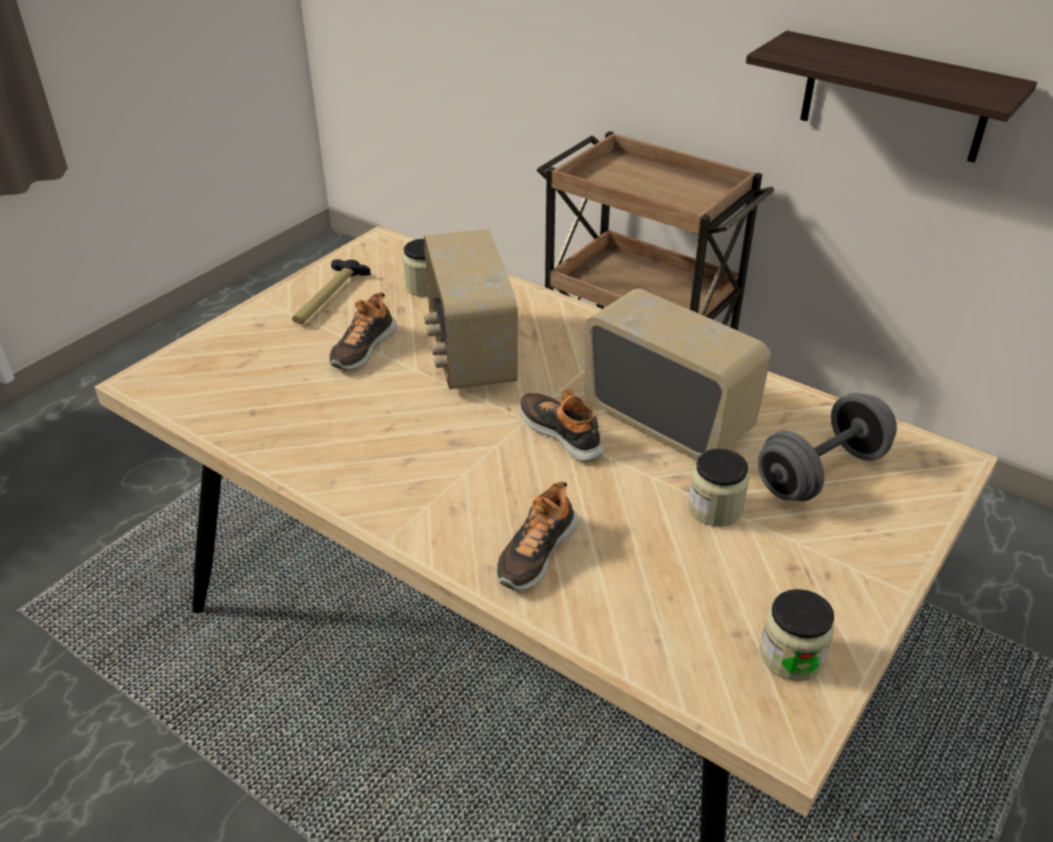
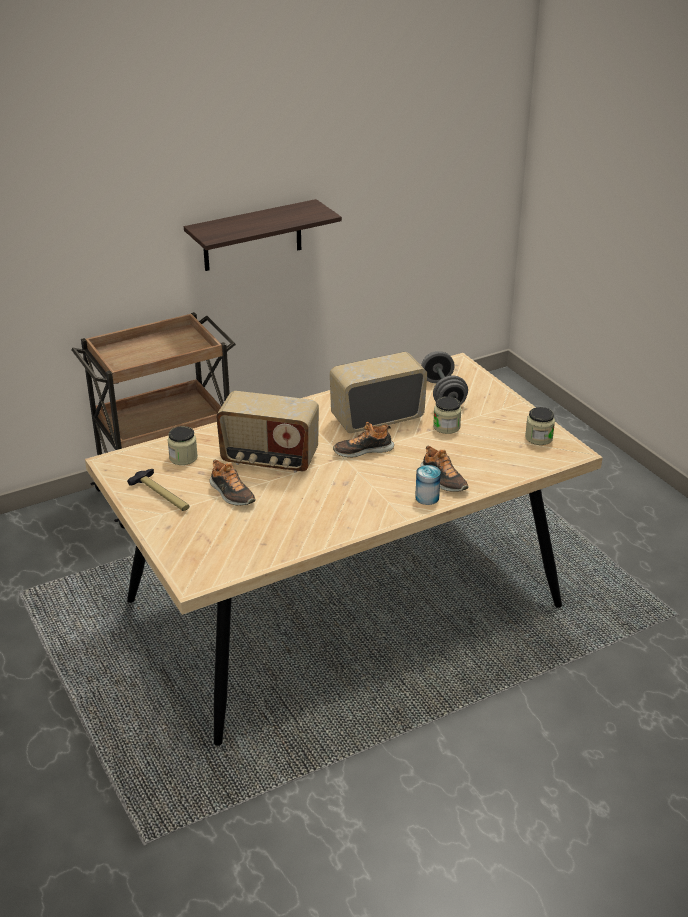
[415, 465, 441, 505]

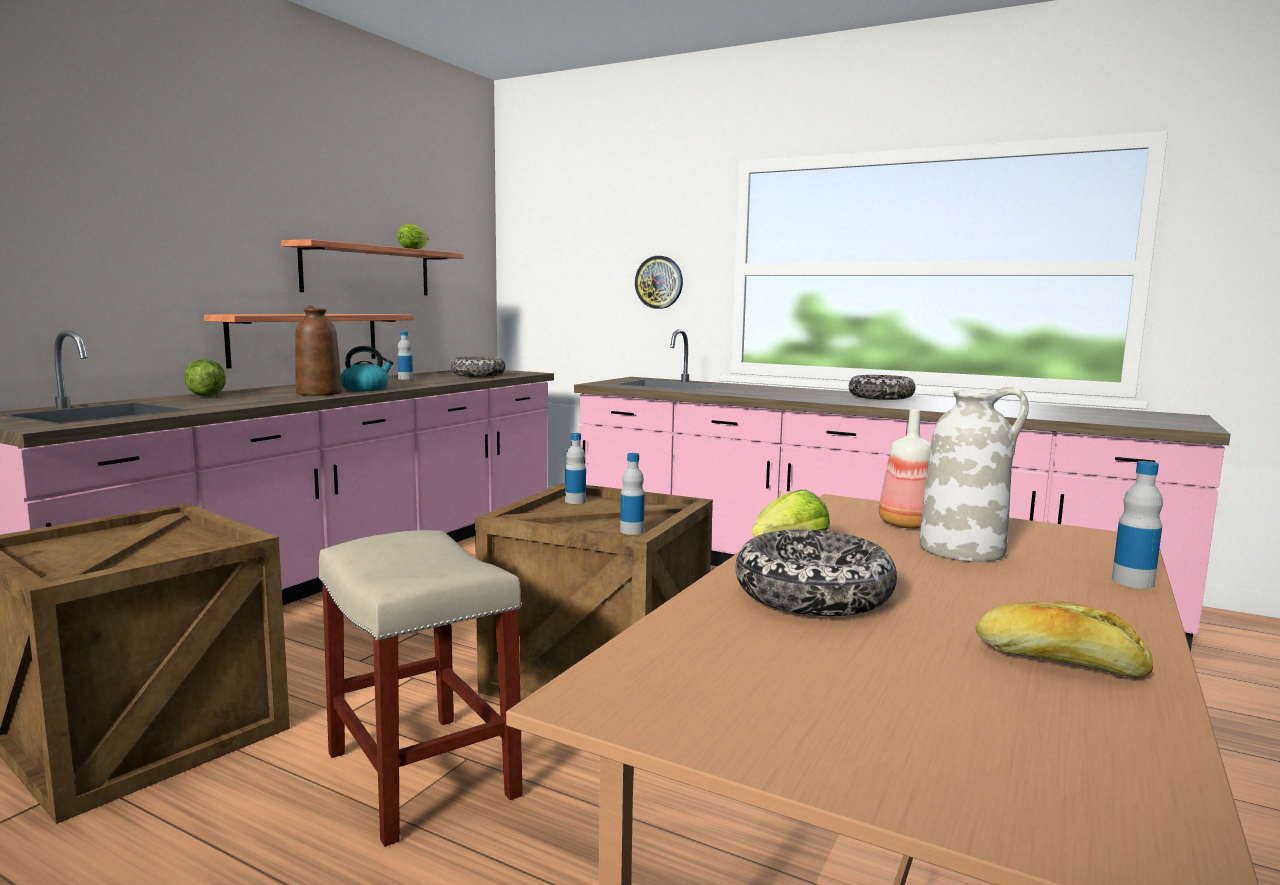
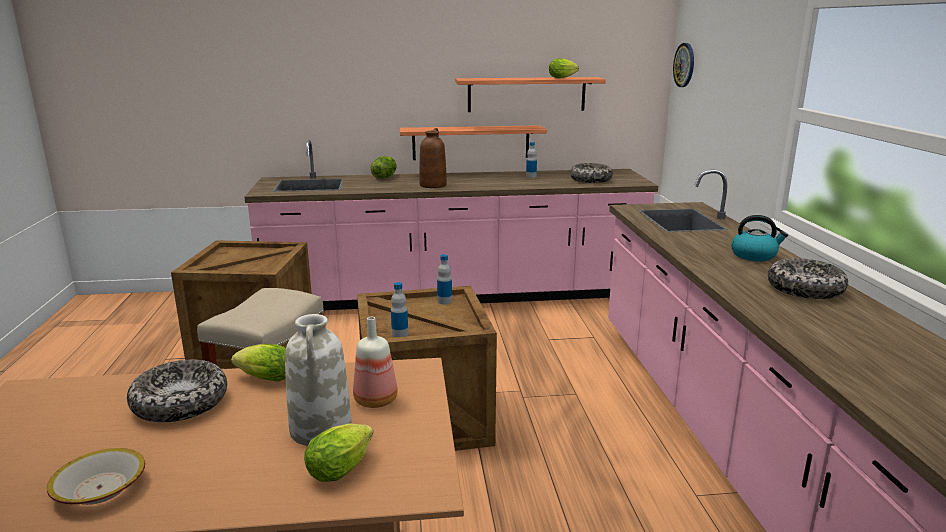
[1112, 461, 1163, 589] (first image)
[304, 423, 373, 482]
[731, 215, 788, 261]
[673, 43, 694, 87]
[47, 448, 145, 505]

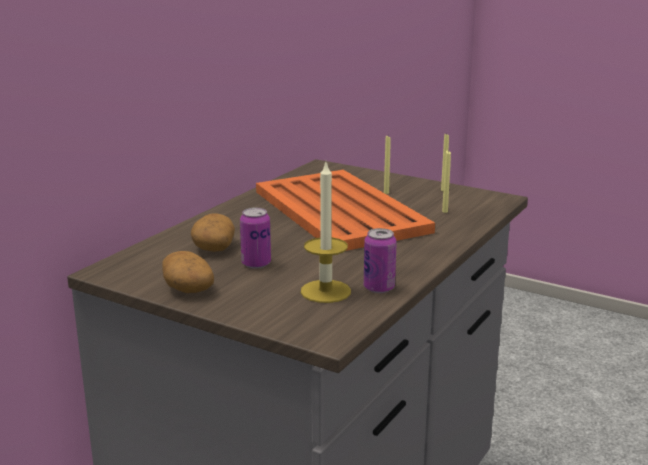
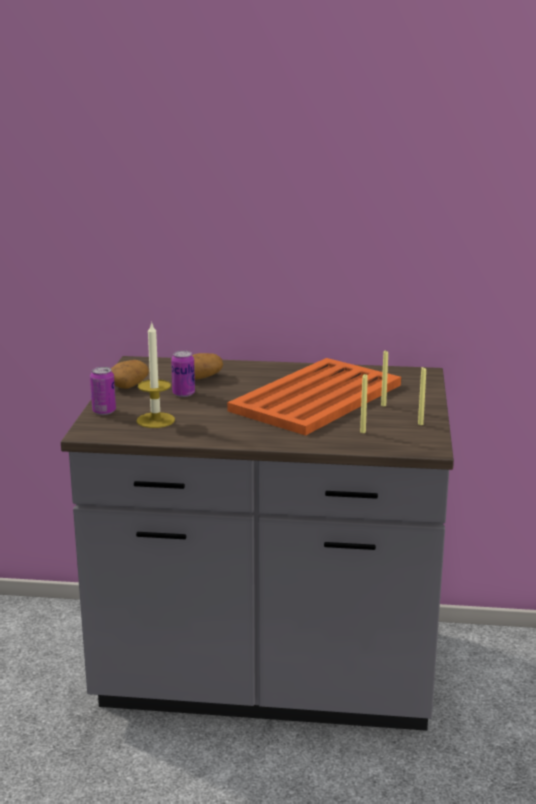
[90, 367, 116, 415]

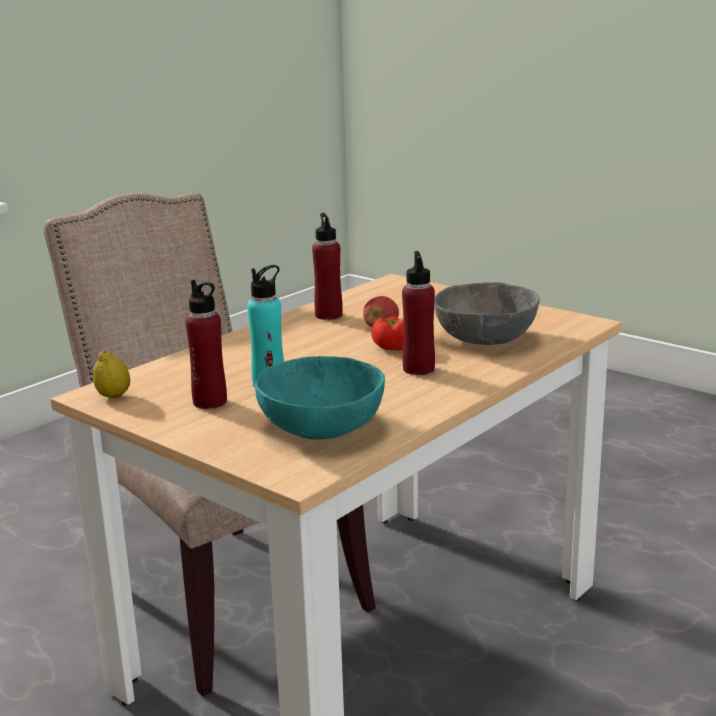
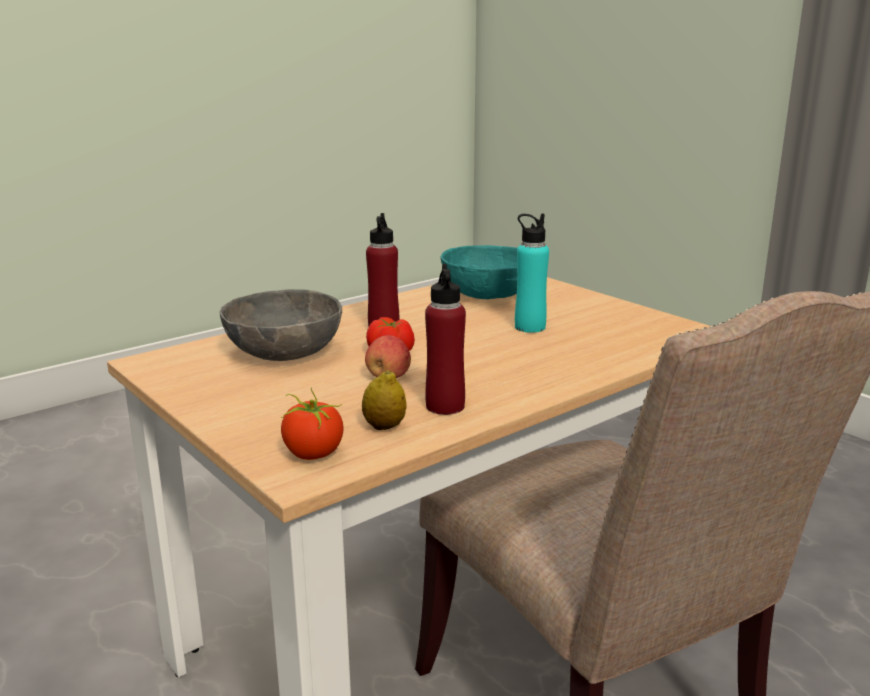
[185, 280, 227, 409] (first image)
[281, 387, 343, 460]
[362, 370, 407, 430]

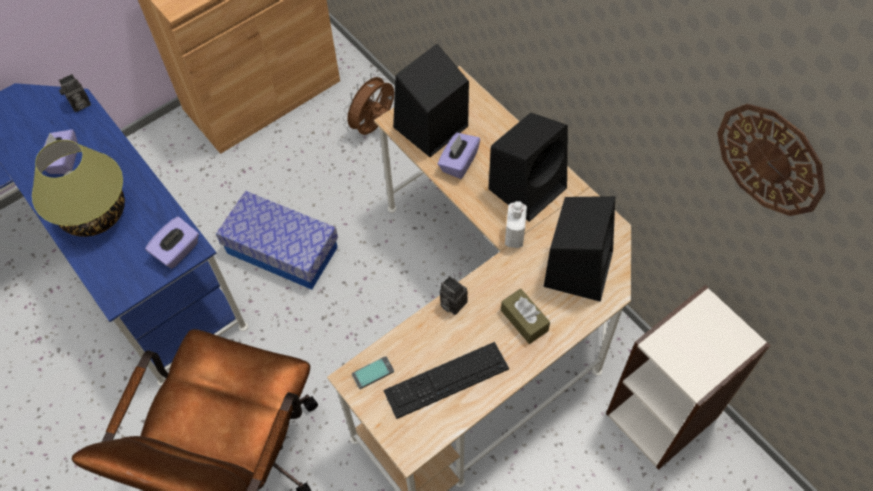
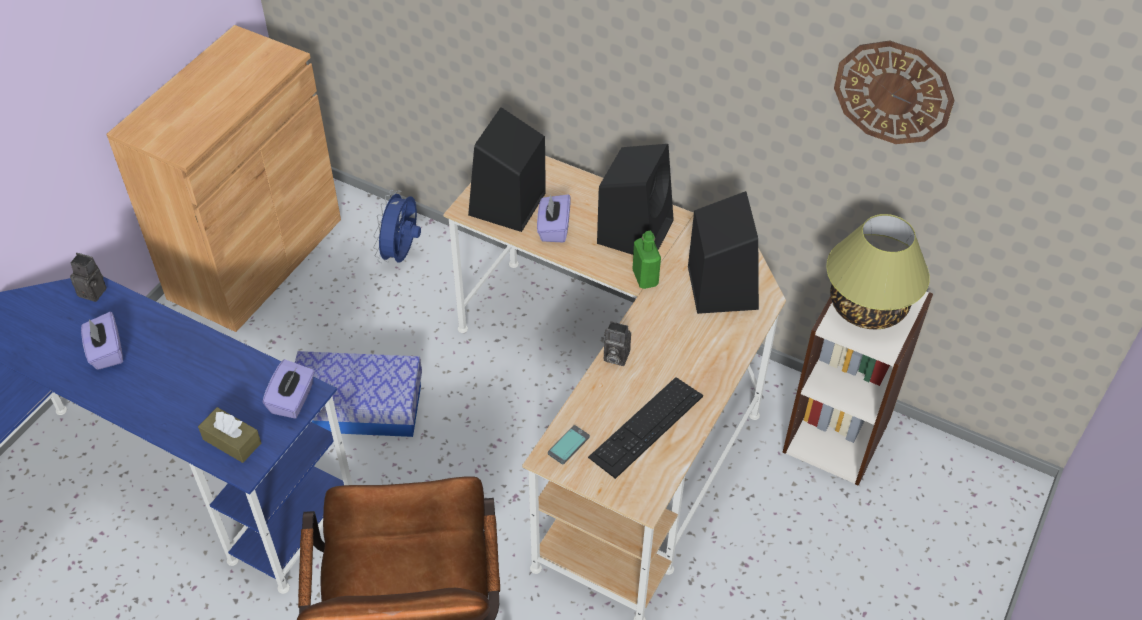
[826, 214, 930, 330]
[198, 407, 261, 463]
[373, 190, 421, 263]
[632, 231, 661, 289]
[70, 253, 107, 302]

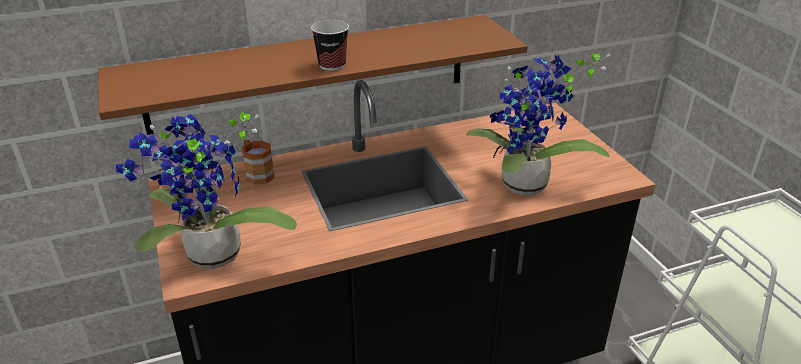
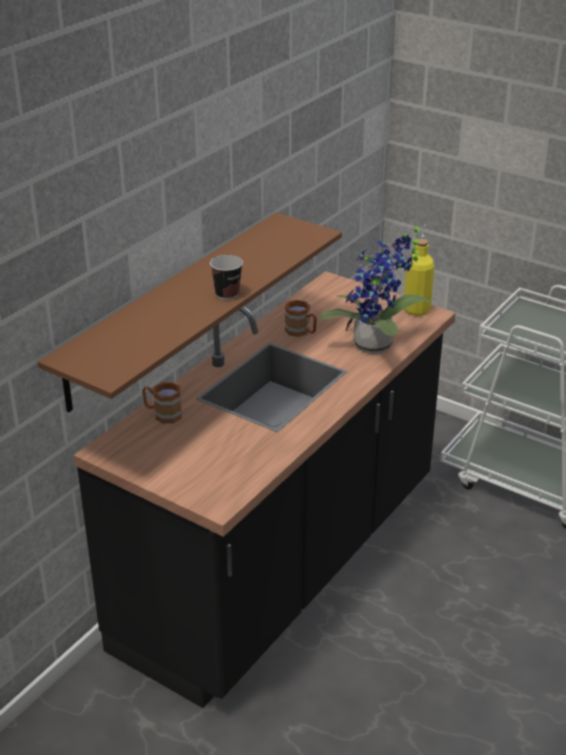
[116, 112, 297, 269] (first image)
[285, 300, 317, 337]
[404, 239, 434, 316]

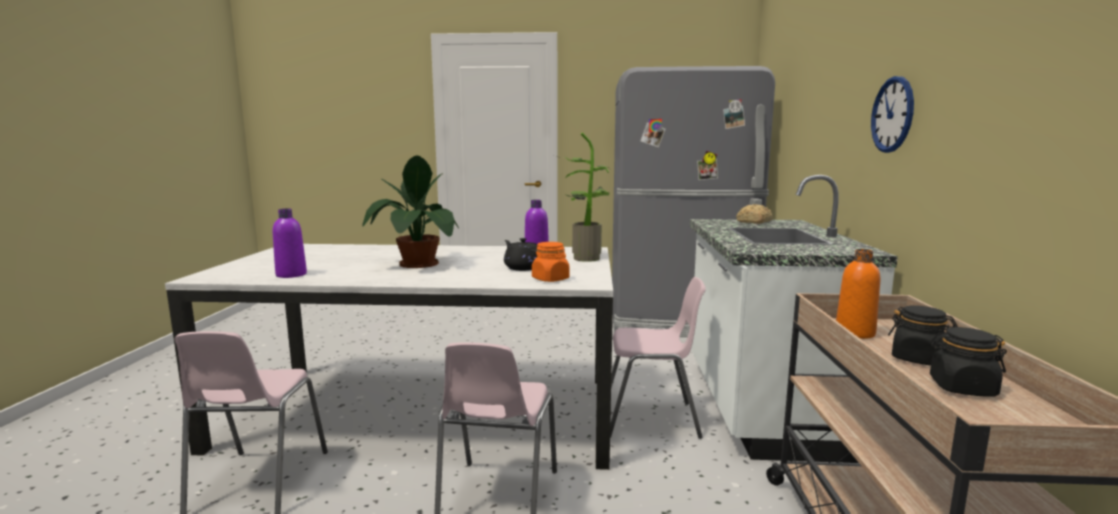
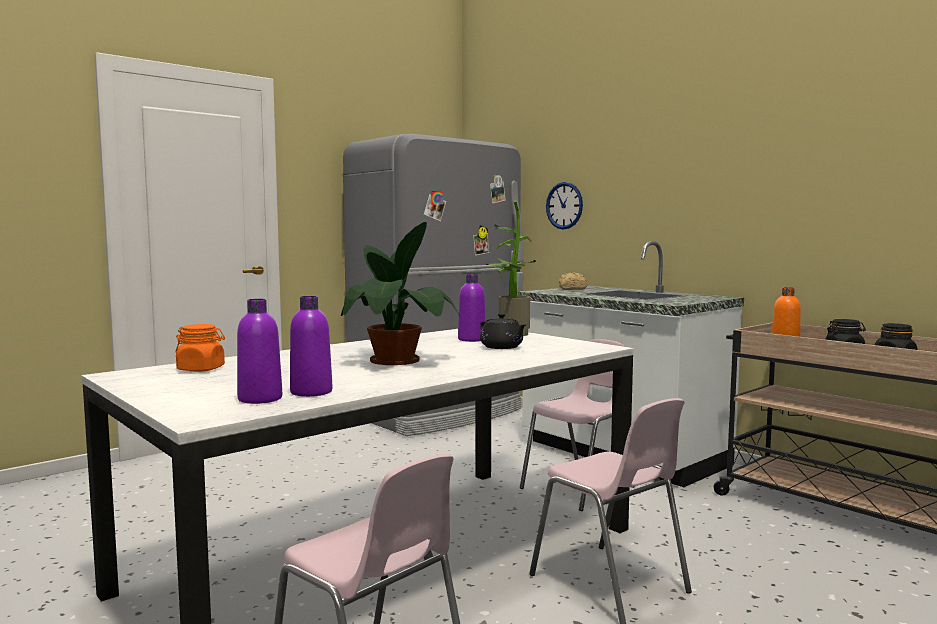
[237, 299, 282, 404]
[175, 324, 225, 372]
[546, 182, 583, 229]
[480, 314, 526, 349]

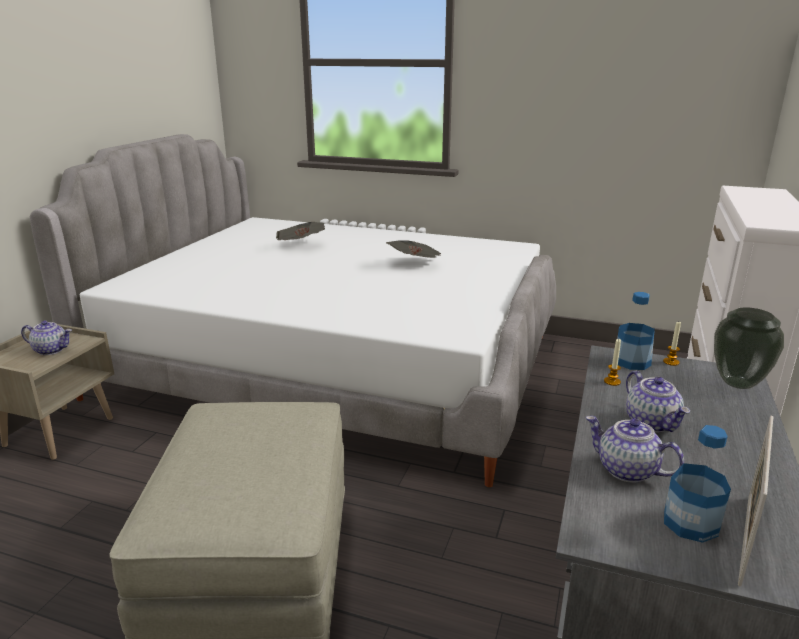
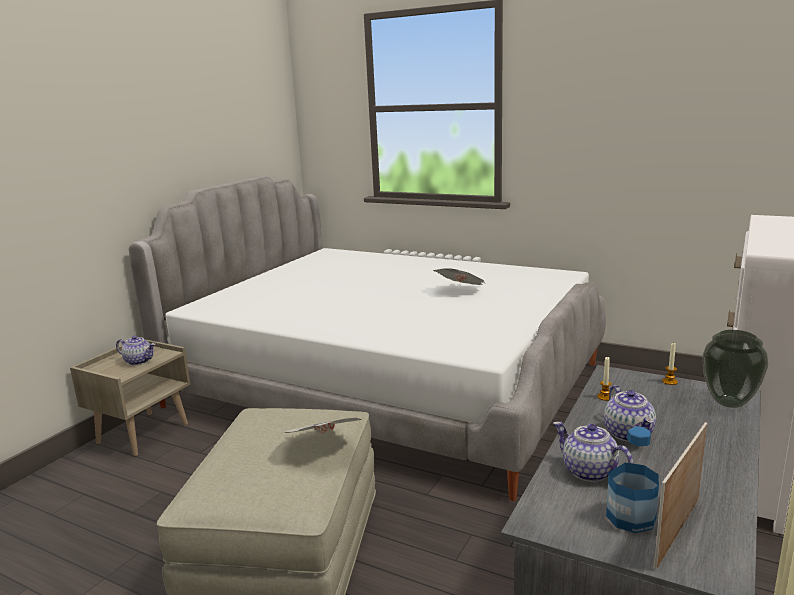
[617, 292, 655, 370] (first image)
[282, 418, 362, 434]

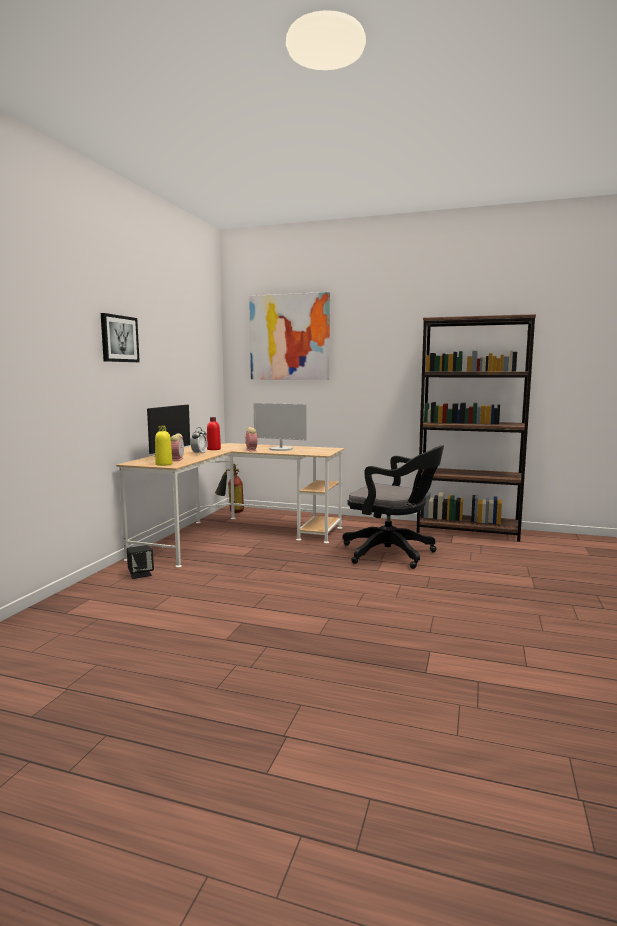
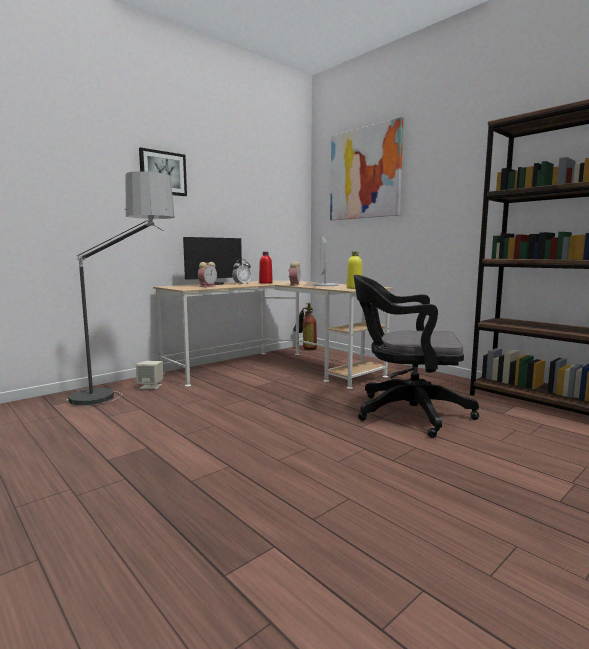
[66, 171, 175, 407]
[347, 251, 362, 289]
[136, 361, 163, 389]
[313, 236, 338, 286]
[354, 275, 479, 438]

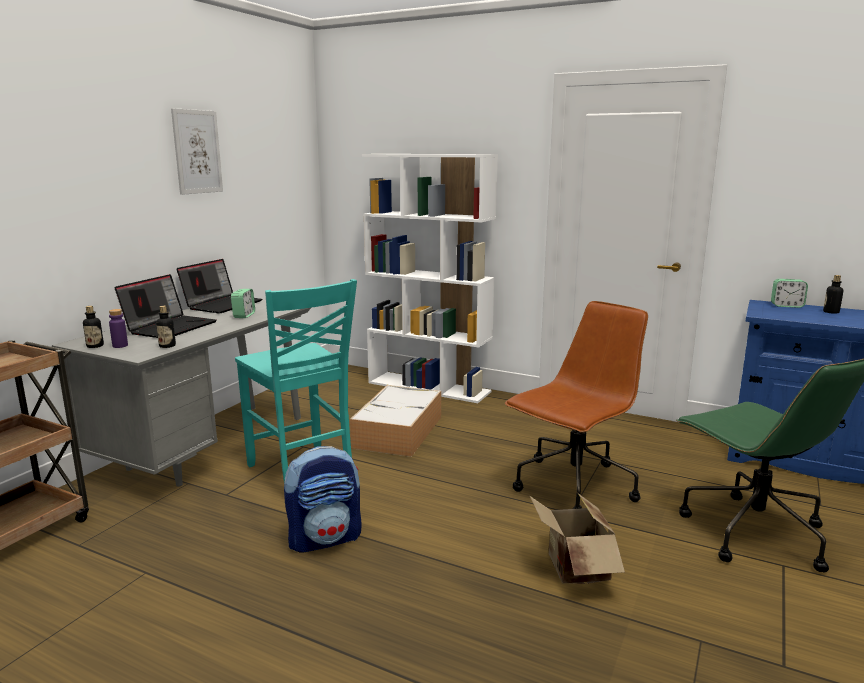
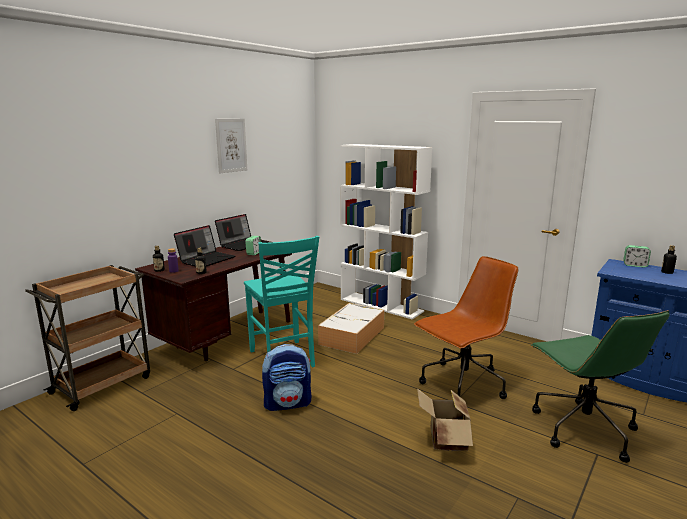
[135, 240, 292, 361]

